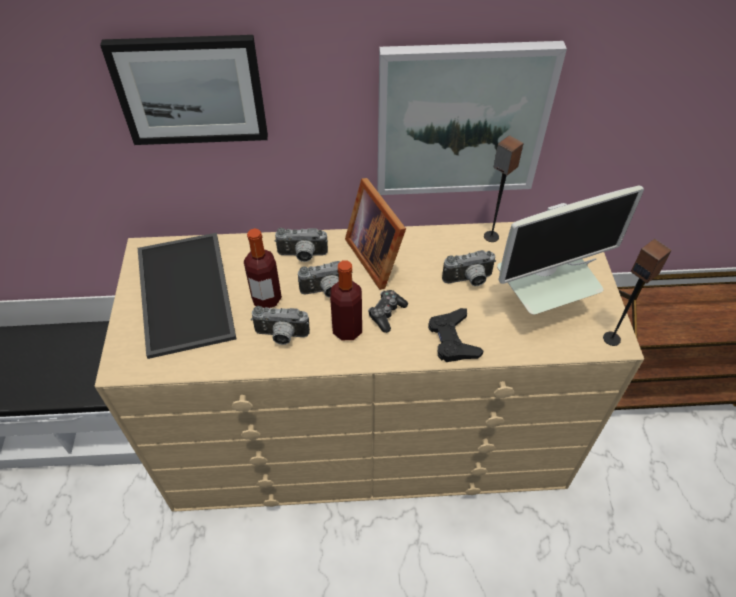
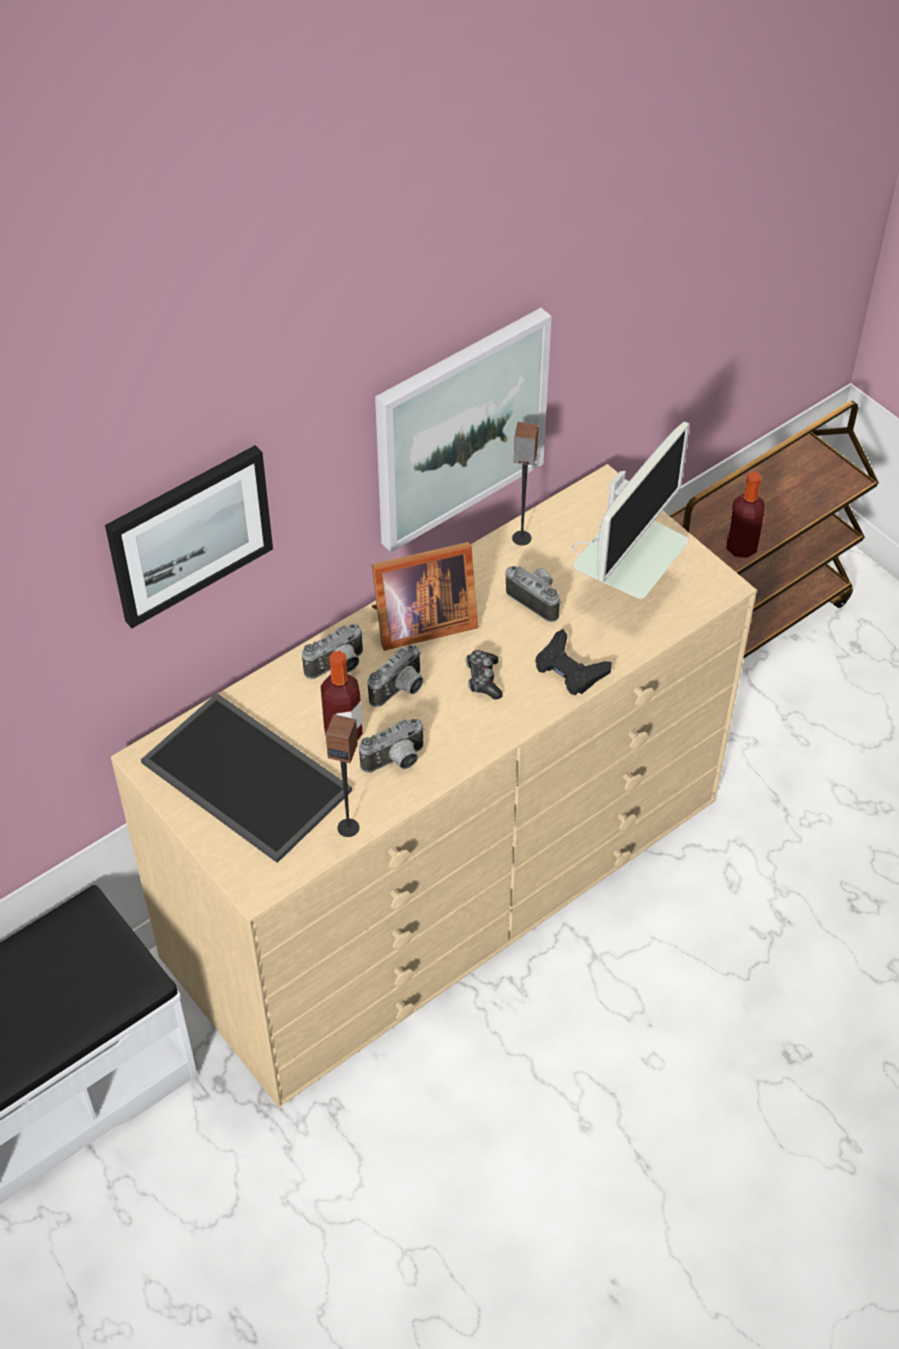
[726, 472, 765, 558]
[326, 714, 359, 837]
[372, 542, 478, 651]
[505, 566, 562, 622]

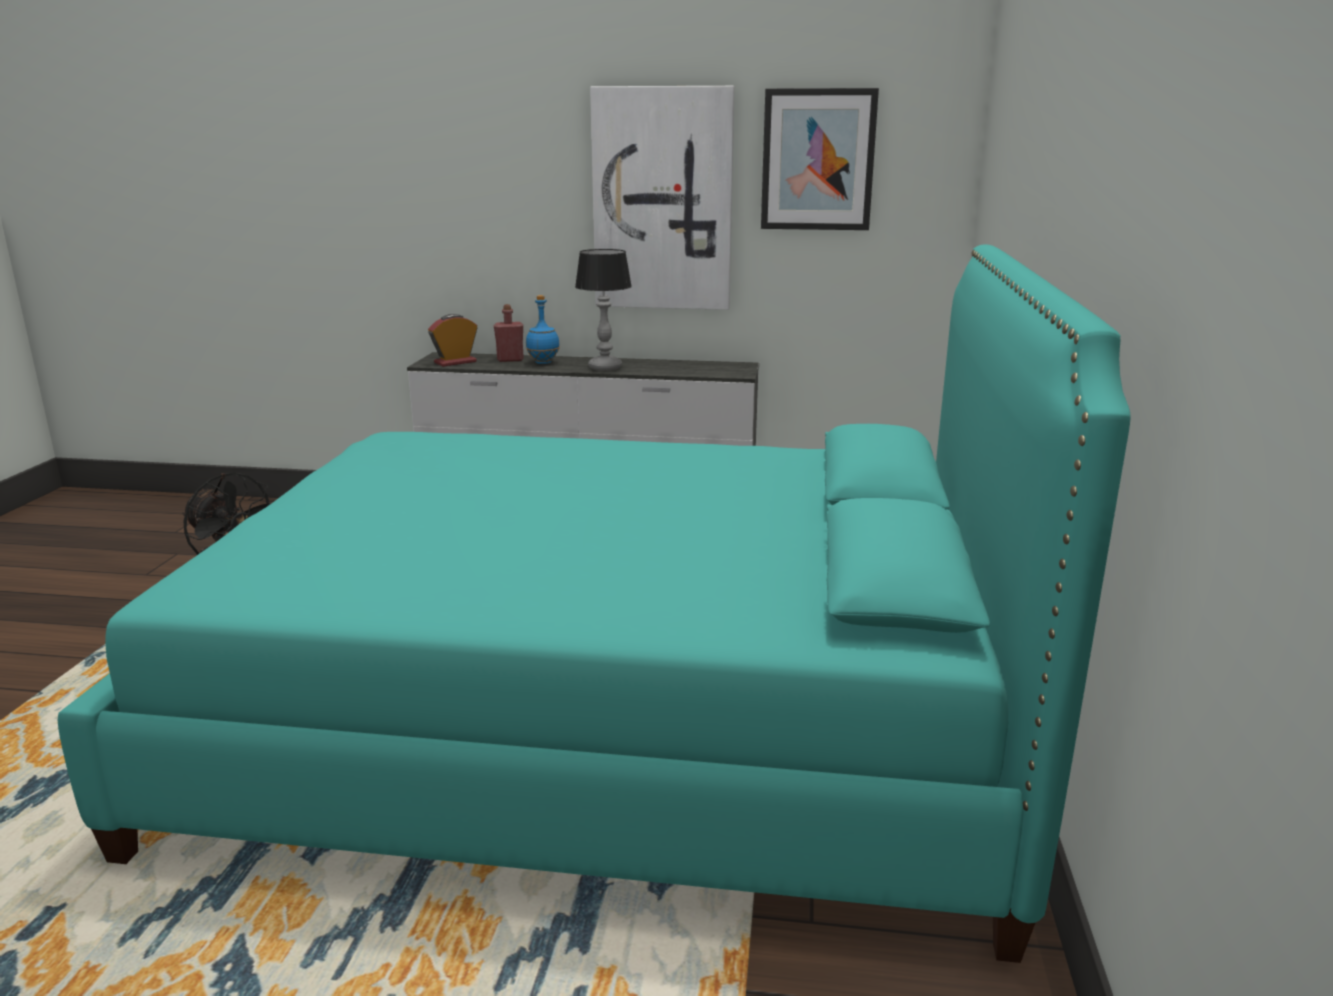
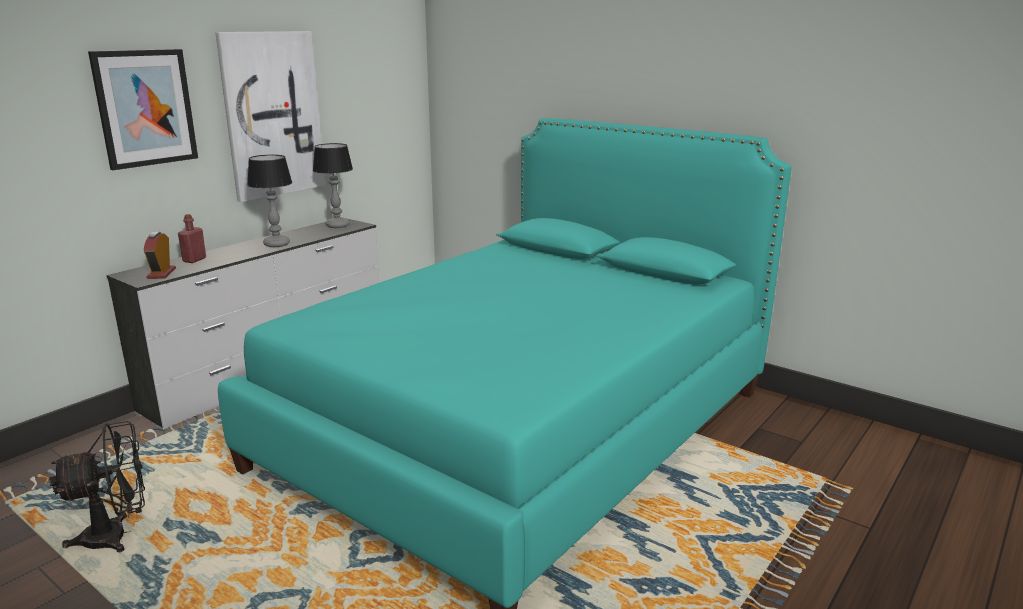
[526, 295, 560, 364] (first image)
[313, 143, 353, 228]
[88, 49, 198, 170]

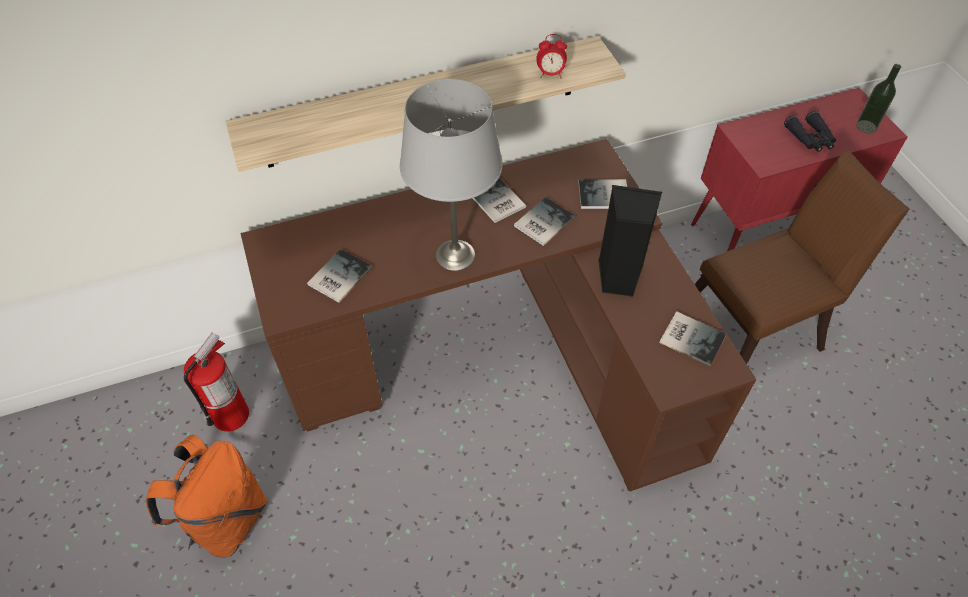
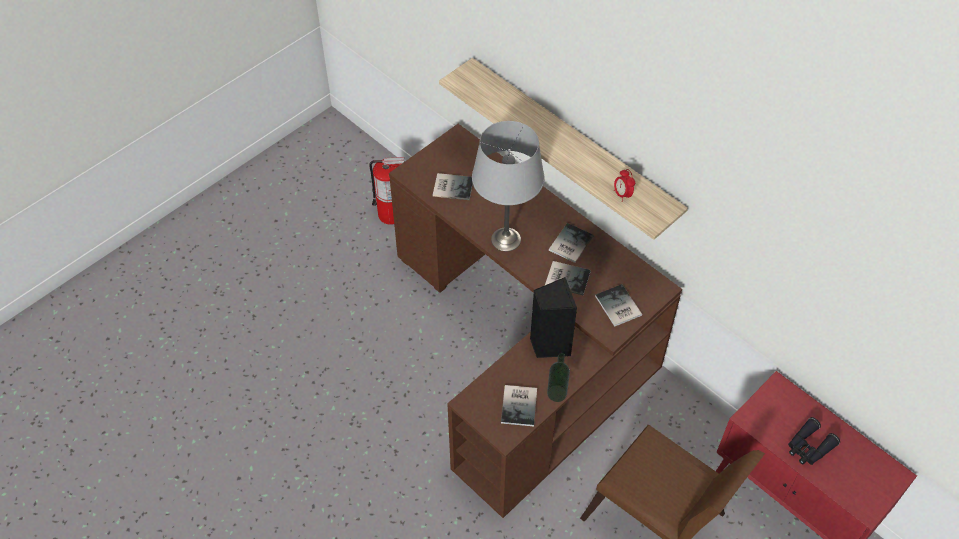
[145, 435, 267, 558] (first image)
[547, 353, 570, 402]

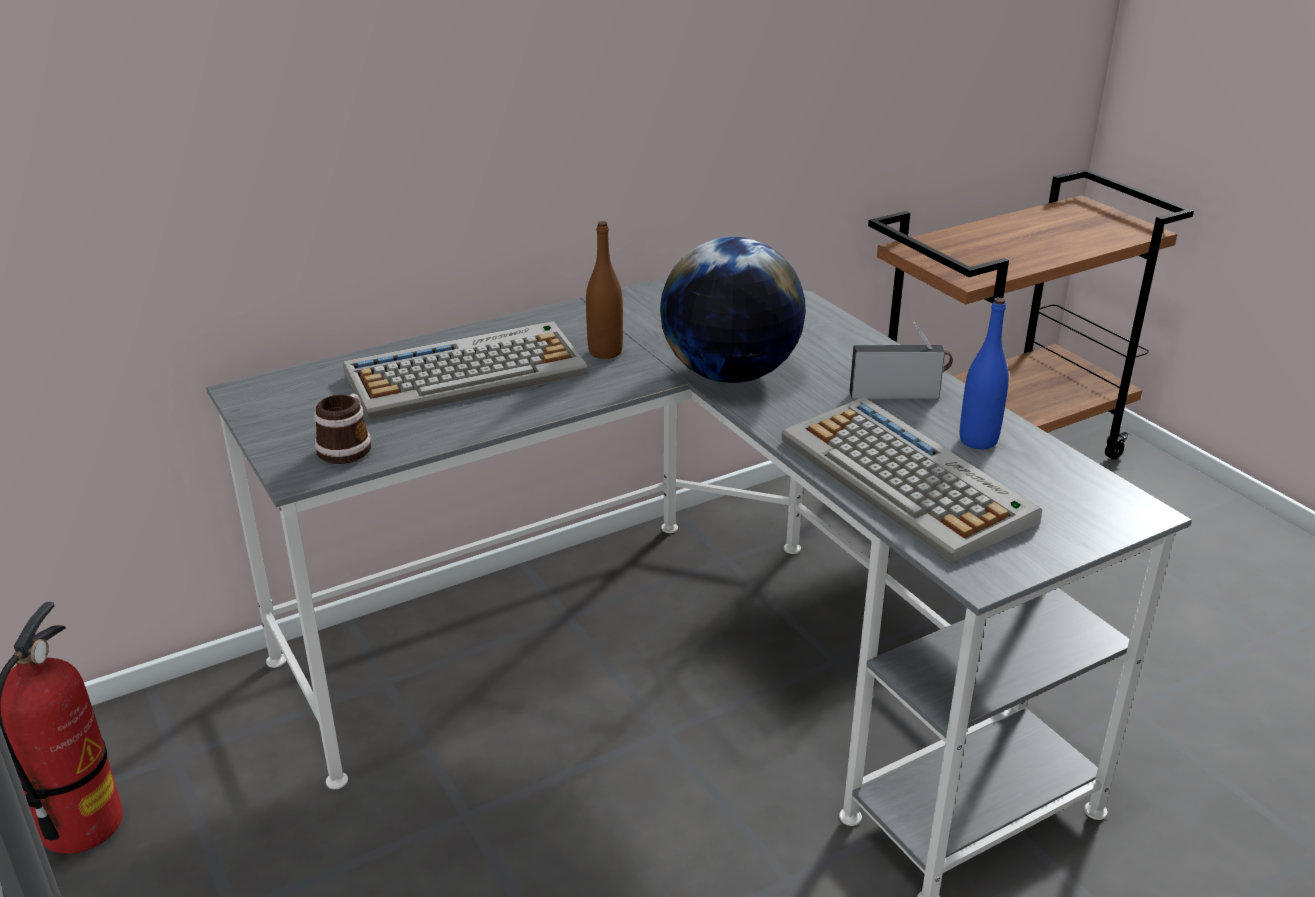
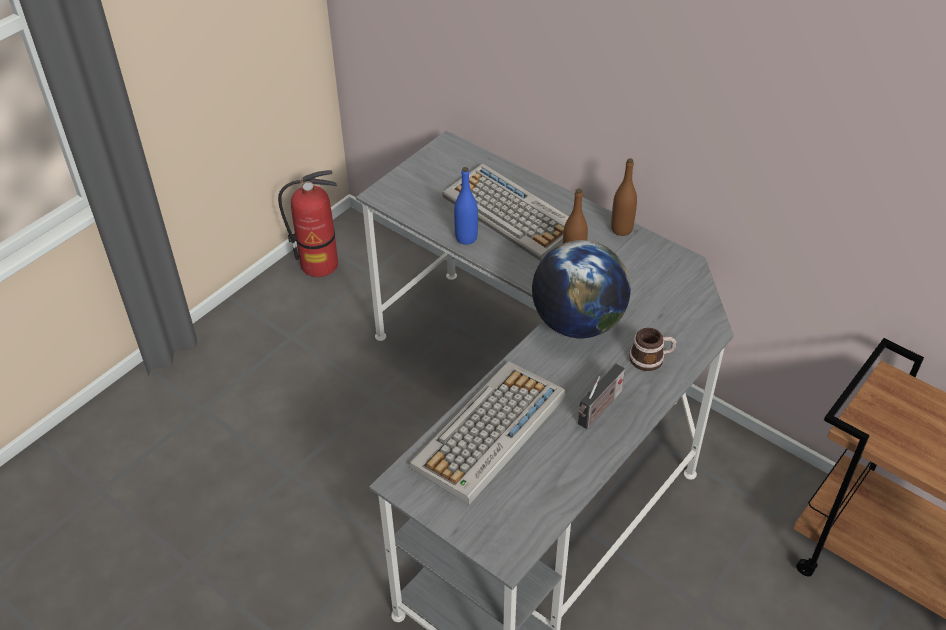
[611, 158, 637, 236]
[629, 328, 676, 371]
[454, 167, 478, 245]
[578, 364, 625, 429]

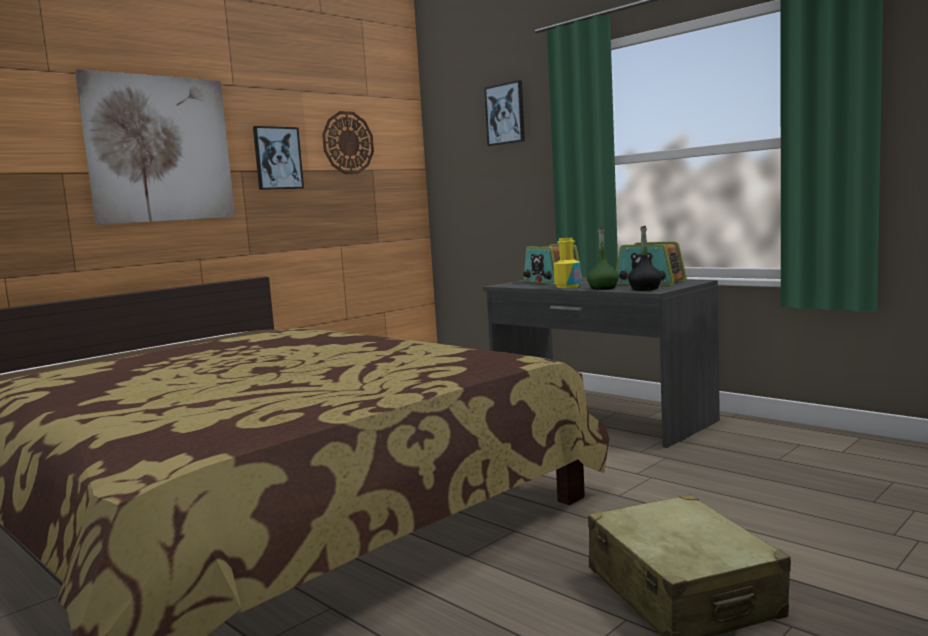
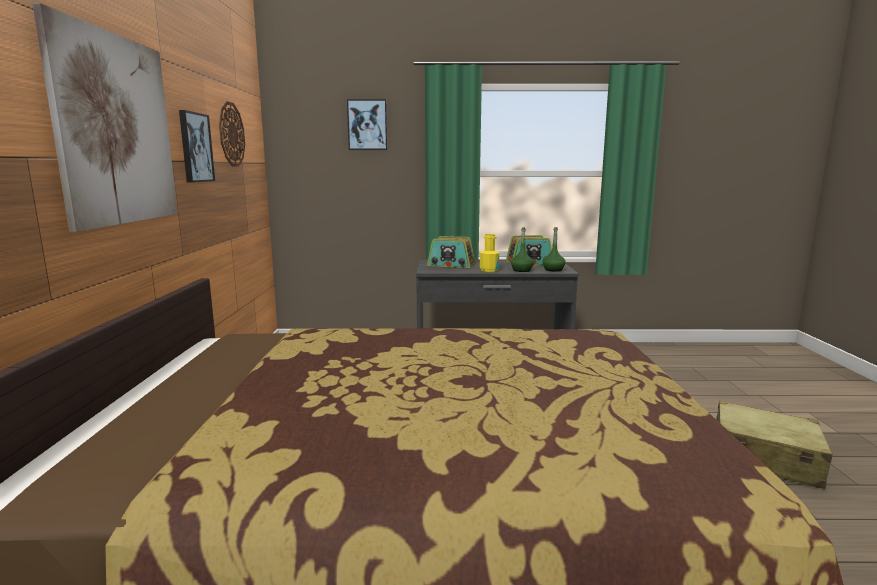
[543, 227, 566, 272]

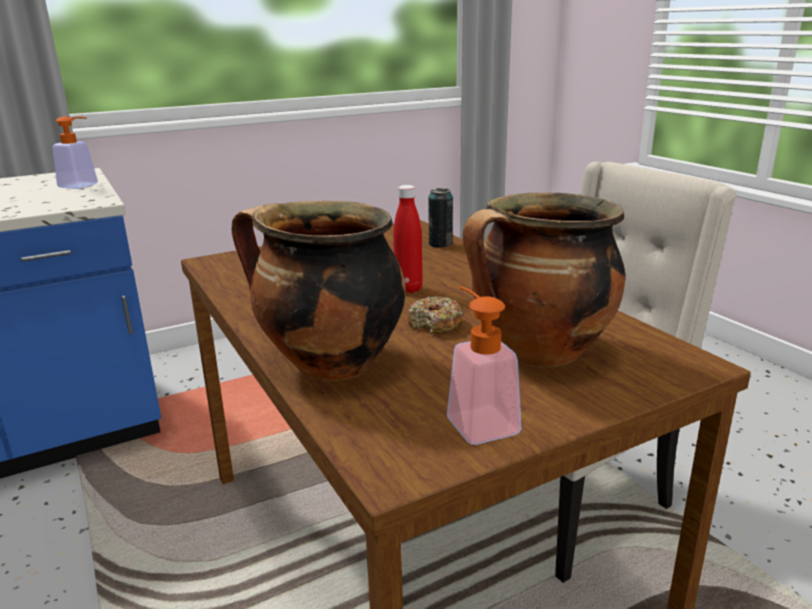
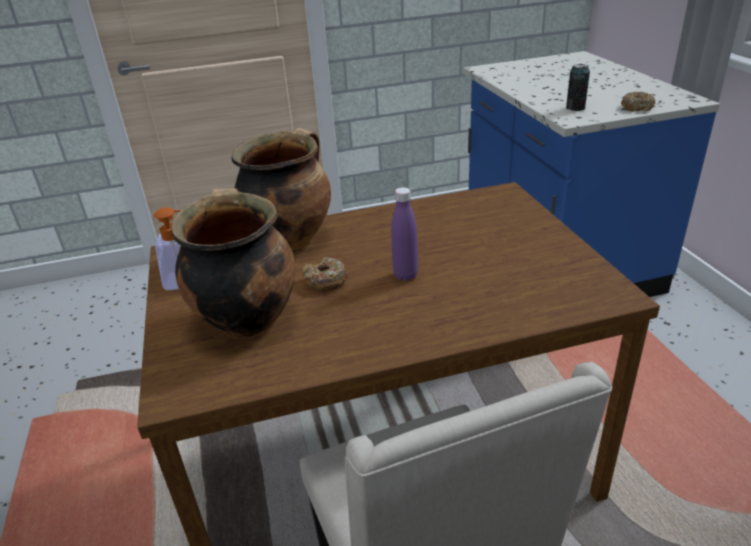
[566, 64, 590, 111]
[621, 92, 655, 112]
[391, 187, 418, 281]

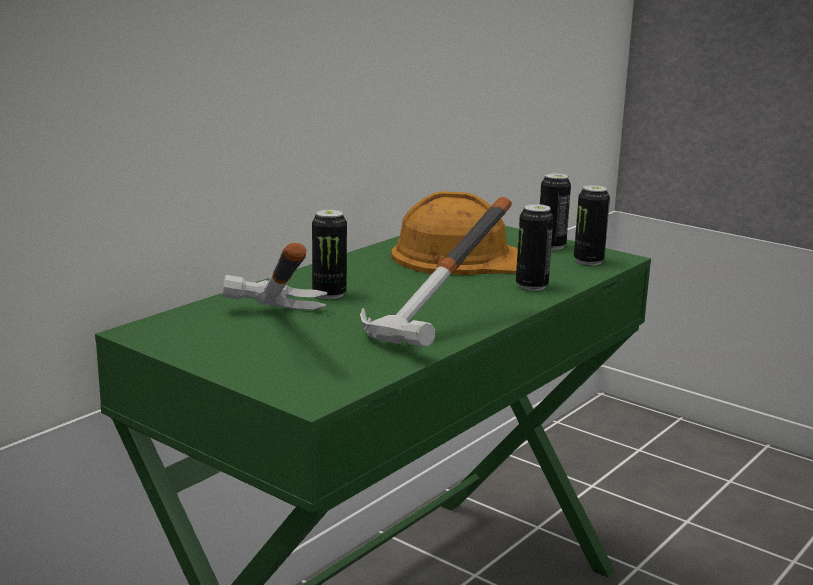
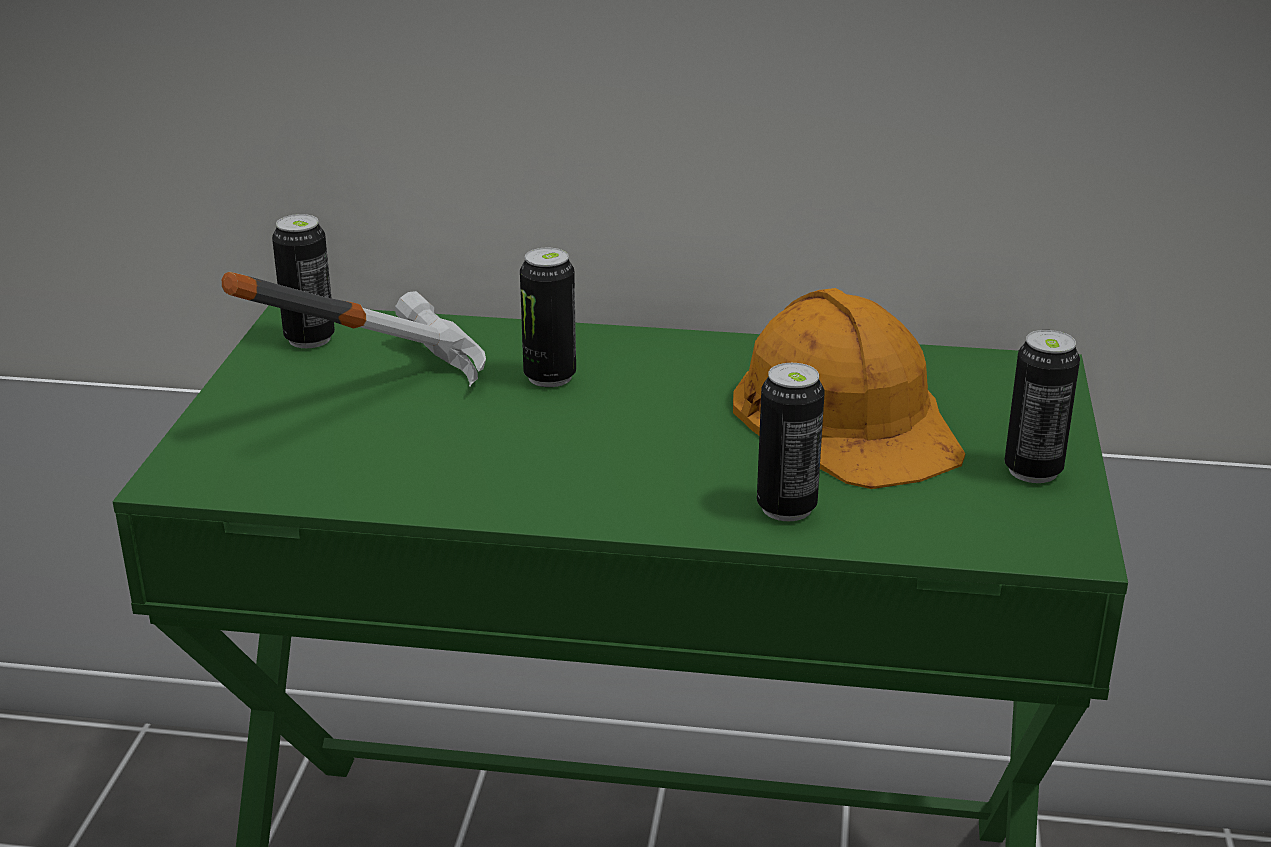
[360, 197, 512, 347] (first image)
[272, 214, 335, 348]

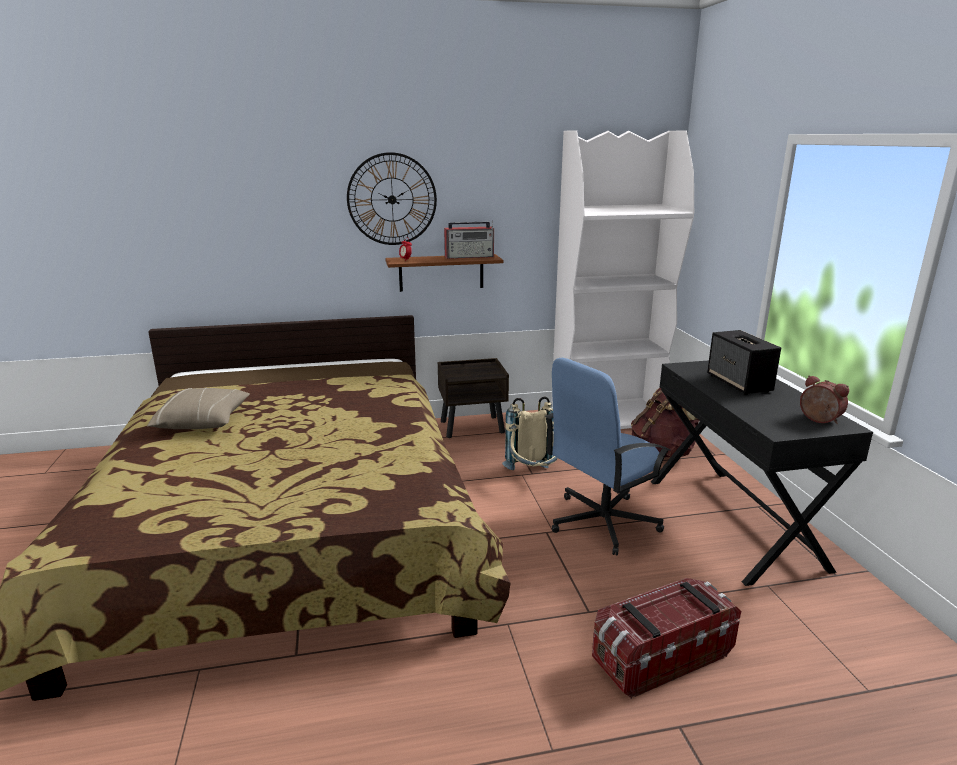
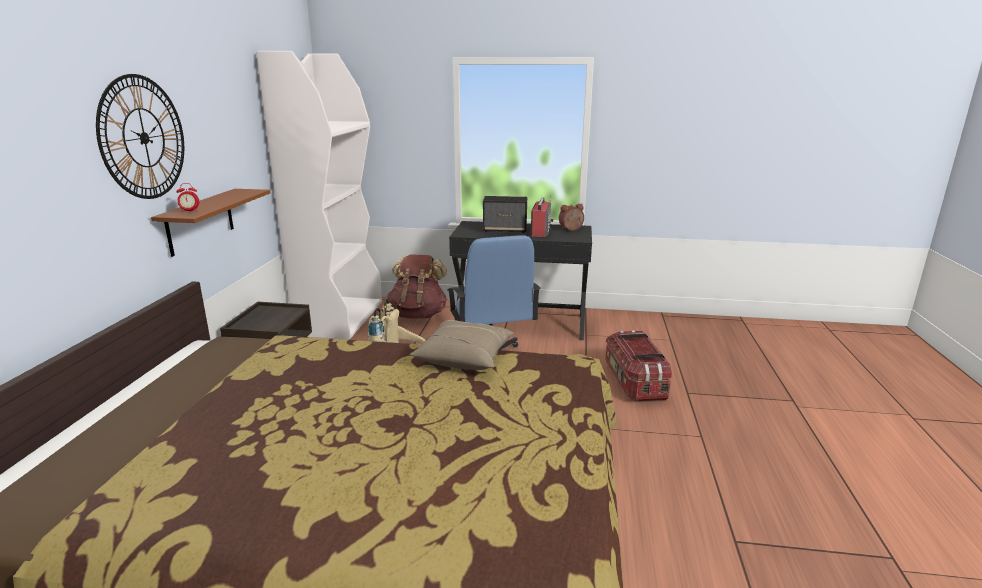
[410, 320, 514, 370]
[531, 195, 553, 237]

